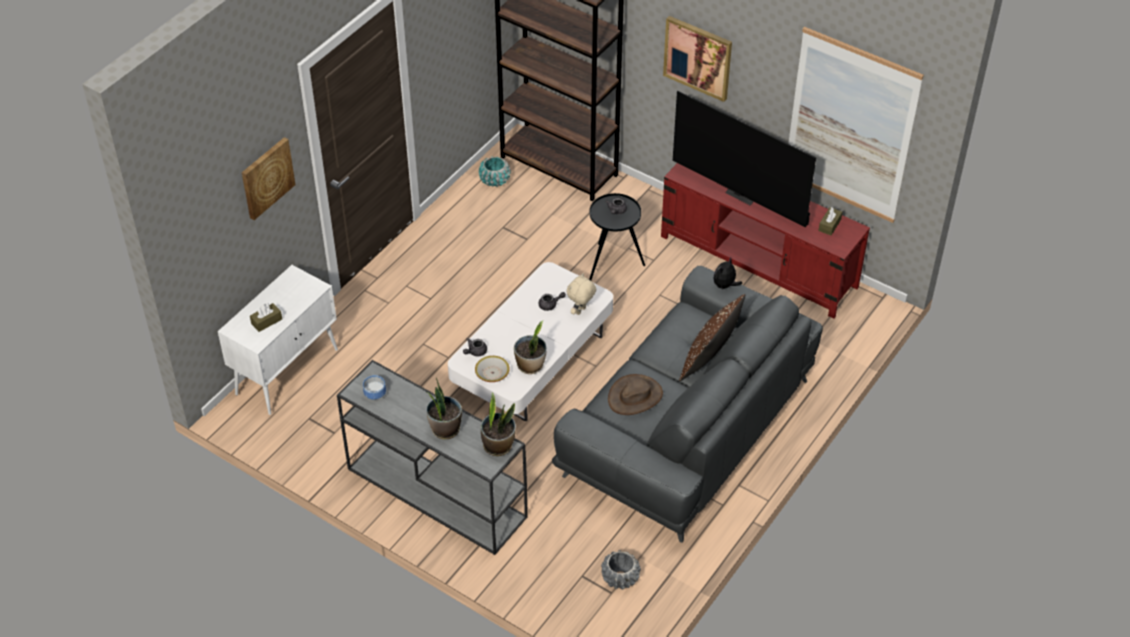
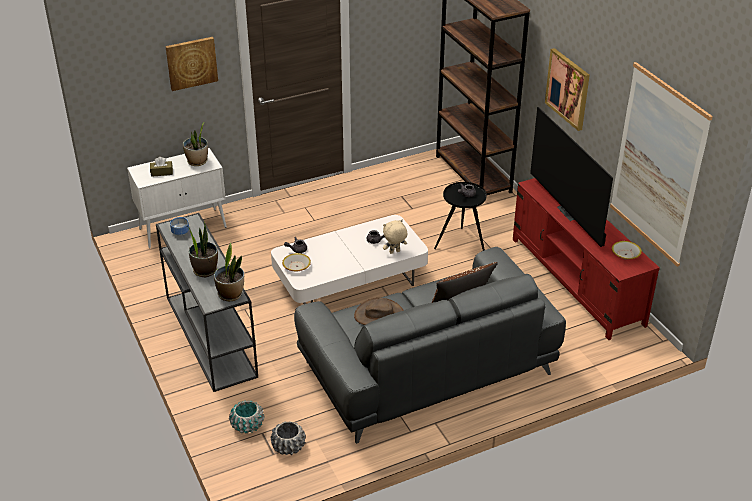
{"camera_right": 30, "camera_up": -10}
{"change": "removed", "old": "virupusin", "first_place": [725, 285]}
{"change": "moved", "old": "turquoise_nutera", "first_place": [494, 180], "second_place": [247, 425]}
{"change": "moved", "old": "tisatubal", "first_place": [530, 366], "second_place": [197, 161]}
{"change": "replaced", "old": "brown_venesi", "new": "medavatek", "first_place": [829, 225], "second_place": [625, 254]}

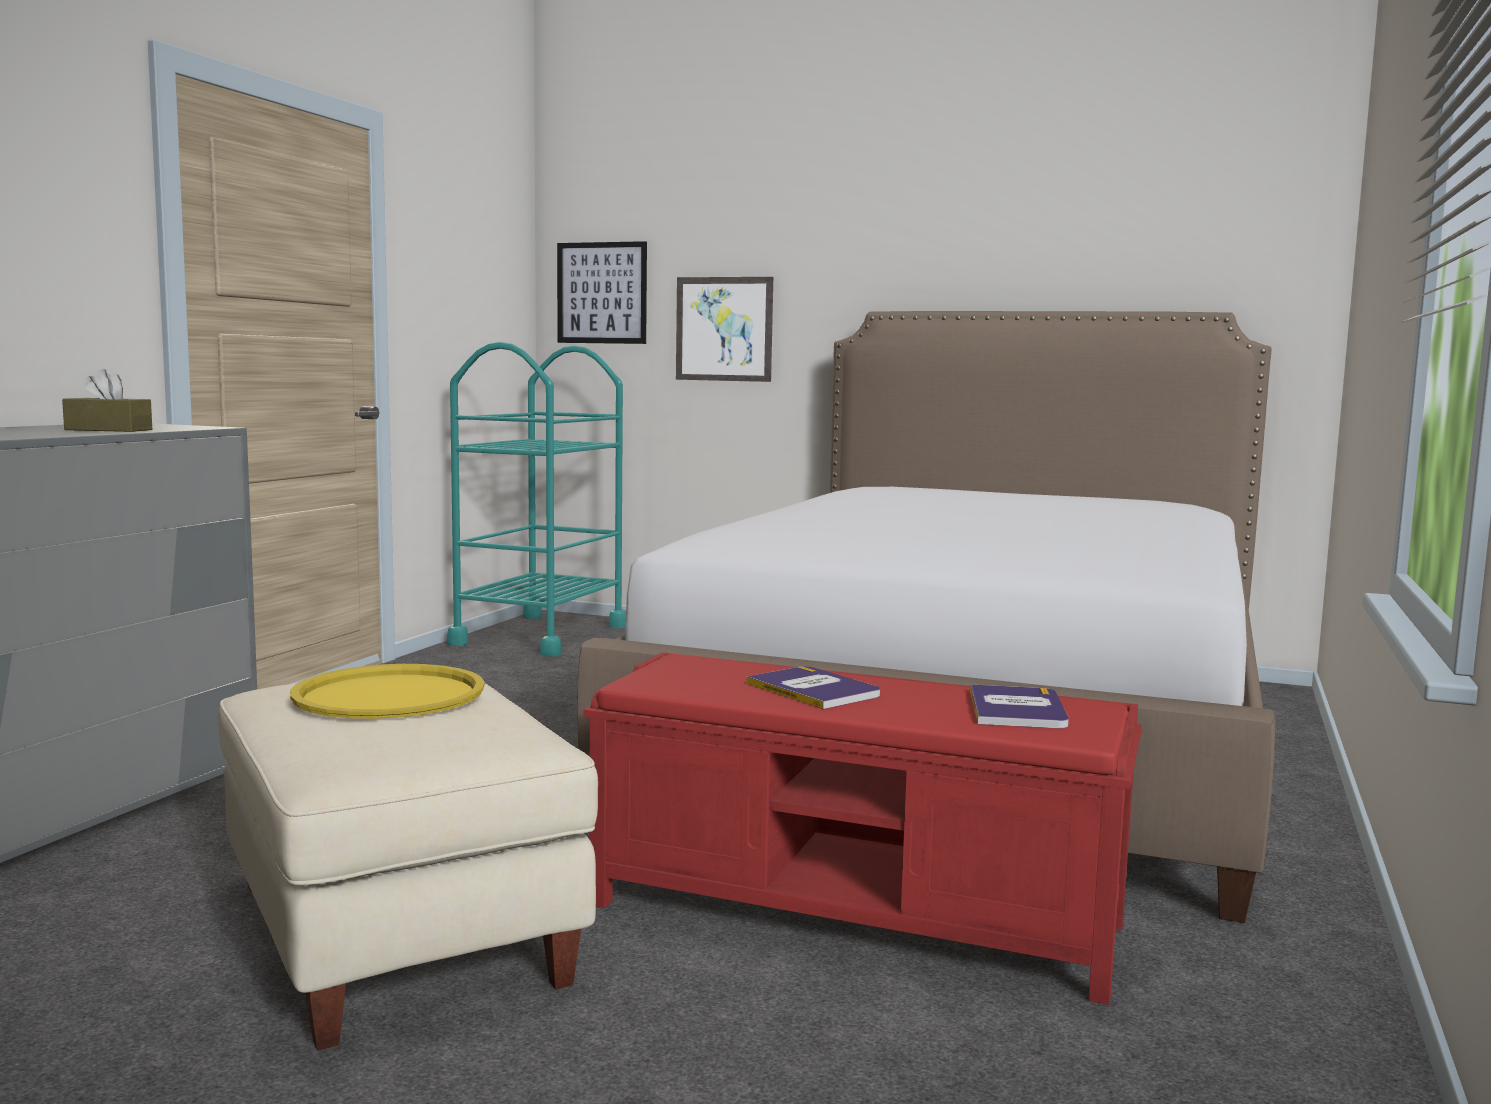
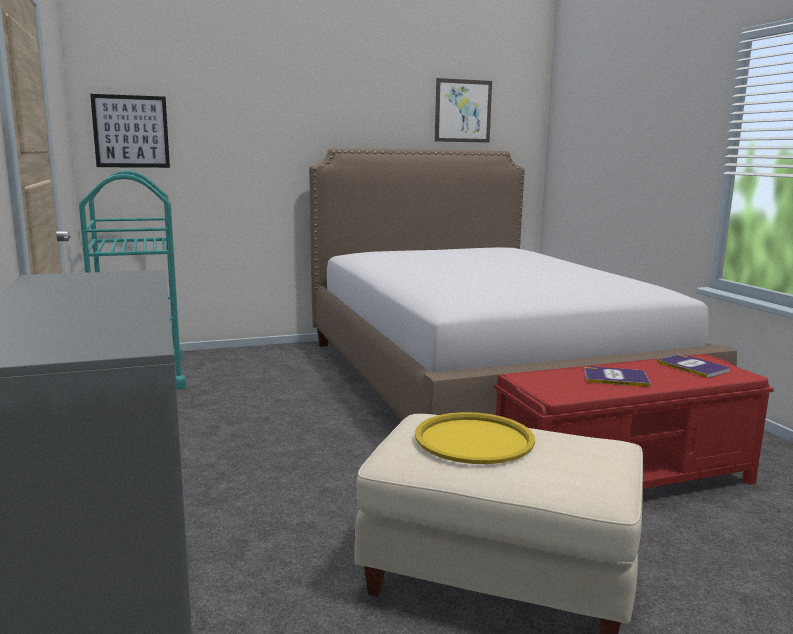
{"camera_right": -40, "camera_up": 5}
{"change": "removed", "old": "brown_venesi", "first_place": [108, 430]}
{"change": "moved", "old": "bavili", "first_place": [724, 329], "second_place": [463, 111]}

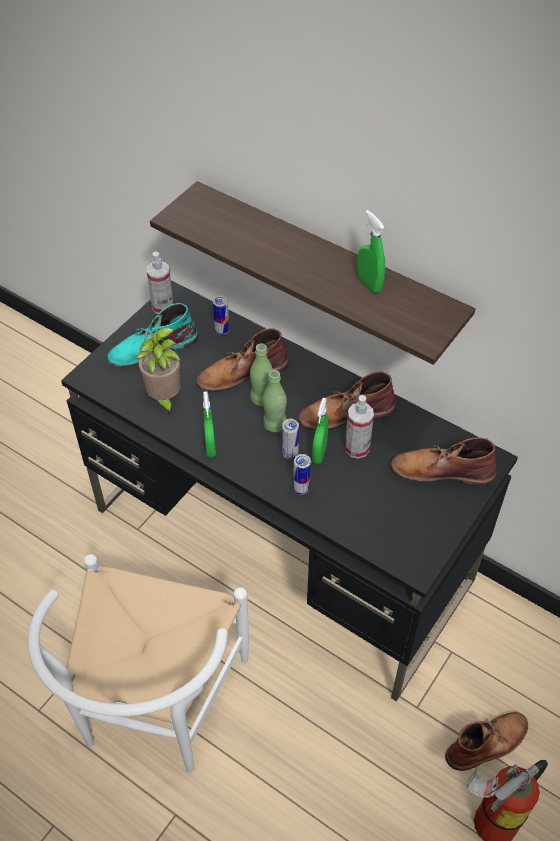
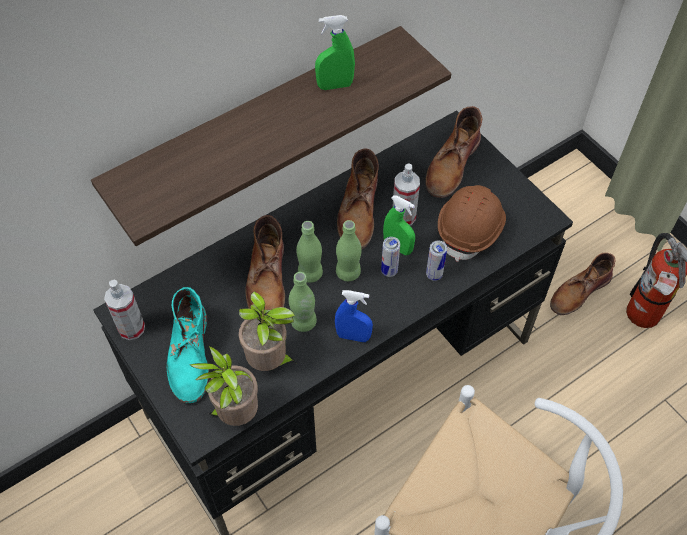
{"camera_right": -70, "camera_up": 5}
{"change": "removed", "old": "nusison", "first_place": [222, 331]}
{"change": "added", "new": "tisatubal", "second_place": [235, 413]}
{"change": "added", "new": "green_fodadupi", "second_place": [303, 322]}
{"change": "added", "new": "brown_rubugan", "second_place": [471, 229]}
{"change": "recoloured", "old": "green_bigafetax", "new": "blue_bigafetax", "first_place": [210, 447], "second_place": [353, 336]}
{"change": "turned", "old": "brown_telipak", "first_place": [488, 742], "second_place": [579, 291], "degrees": -120}

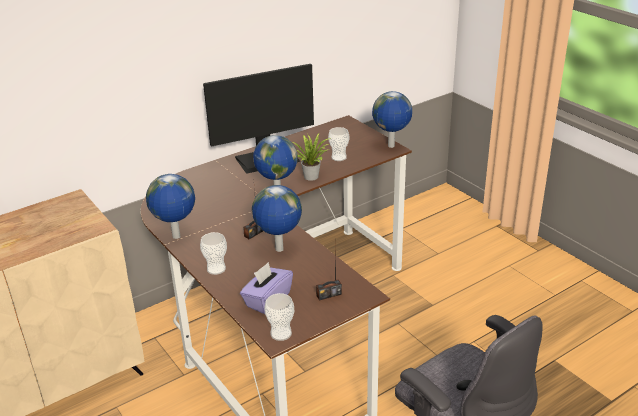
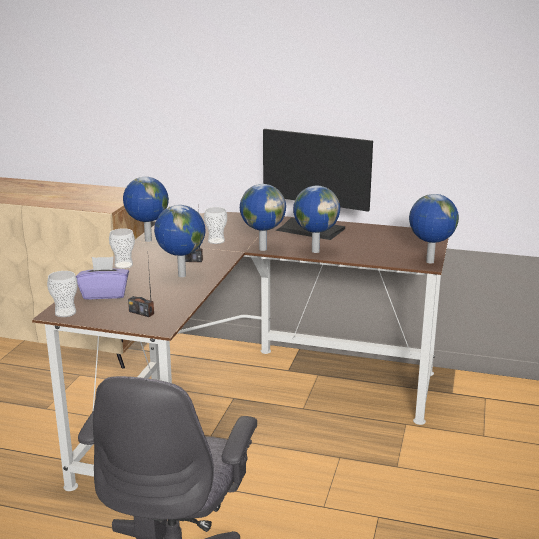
{"camera_right": 50, "camera_up": -10}
{"change": "moved", "old": "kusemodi", "first_place": [339, 157], "second_place": [216, 241]}
{"change": "replaced", "old": "tisatubal", "new": "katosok", "first_place": [312, 176], "second_place": [315, 251]}

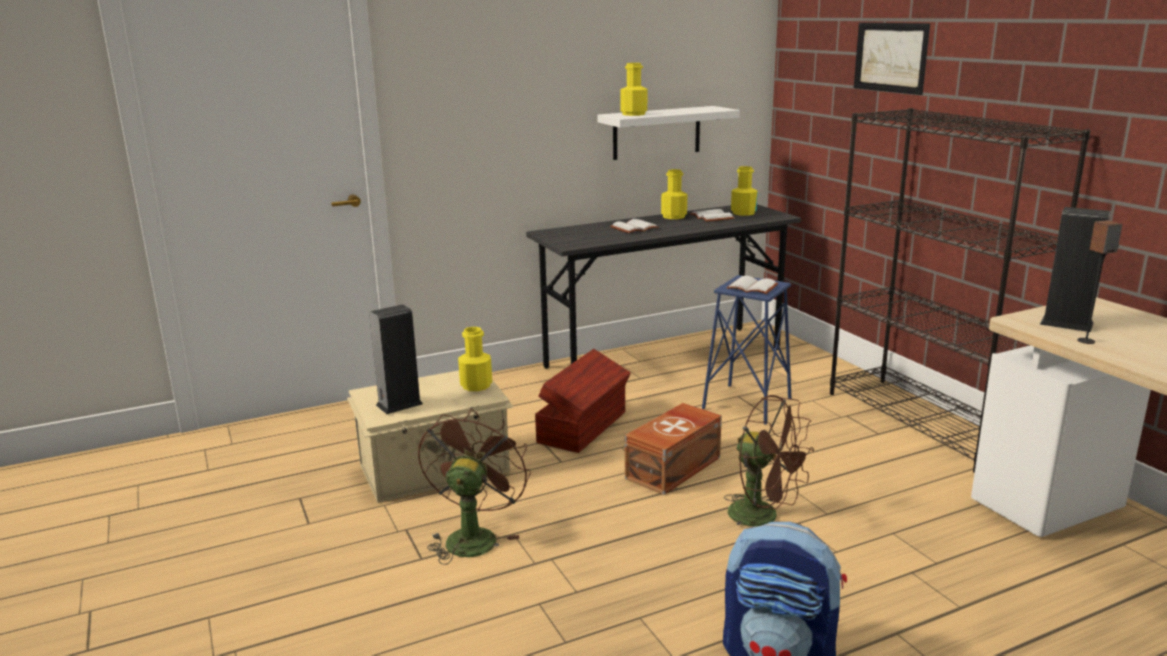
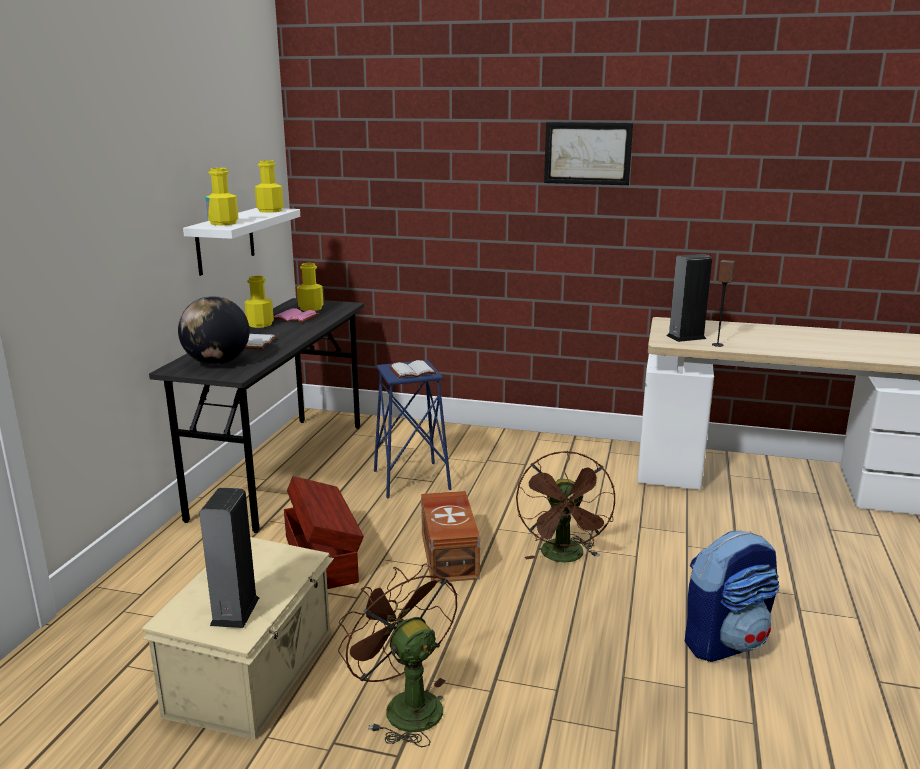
{"camera_right": -50, "camera_up": 0}
{"change": "removed", "old": "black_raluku", "first_place": [925, 422]}
{"change": "added", "new": "katosok", "second_place": [217, 363]}
{"change": "moved", "old": "yellow_fodadupi", "first_place": [476, 385], "second_place": [270, 211]}
{"change": "moved", "old": "bavili", "first_place": [890, 57], "second_place": [587, 153]}
{"change": "recoloured", "old": "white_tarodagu", "new": "pink_tarodagu", "first_place": [710, 217], "second_place": [294, 318]}
{"change": "turned", "old": "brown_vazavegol", "first_place": [764, 517], "second_place": [564, 557], "degrees": 105}

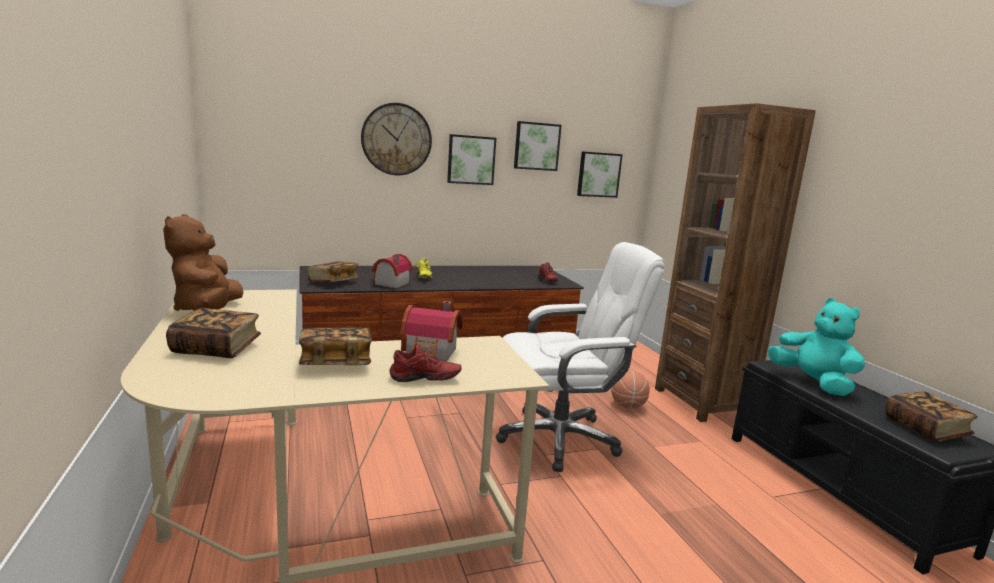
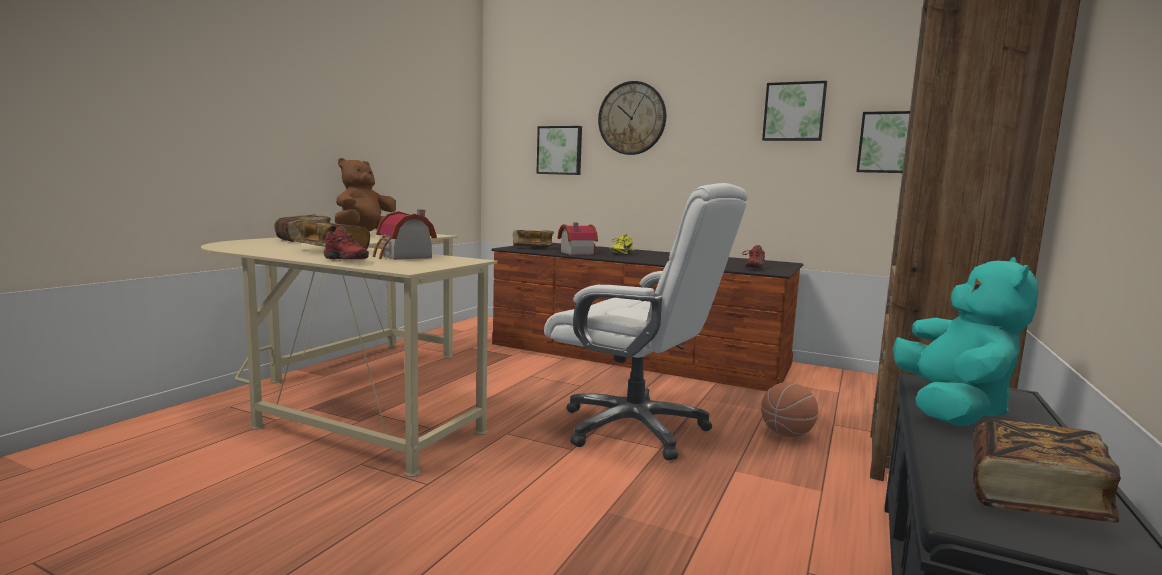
{"camera_right": 45, "camera_up": -5}
{"change": "moved", "old": "bavili", "first_place": [471, 160], "second_place": [560, 150]}

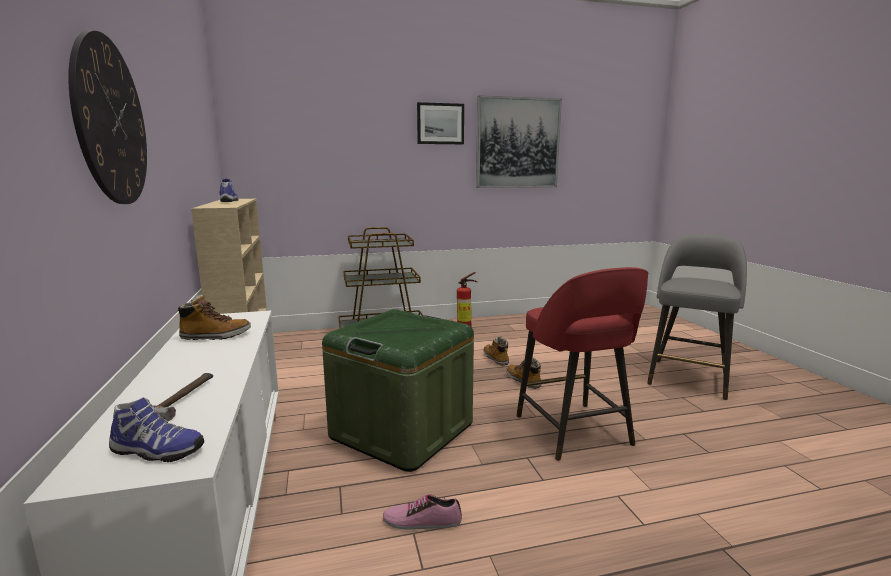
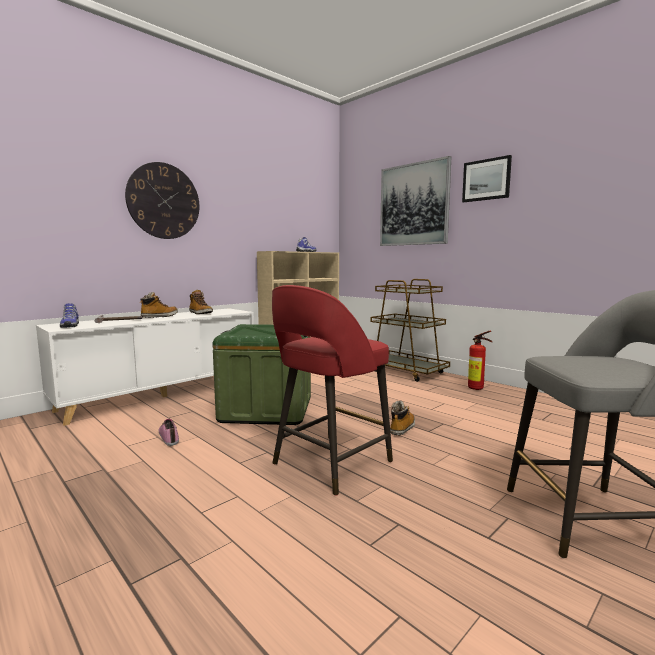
{"camera_right": 60, "camera_up": -5}
{"change": "moved", "old": "bavili", "first_place": [517, 143], "second_place": [414, 204]}
{"change": "moved", "old": "telipak", "first_place": [496, 359], "second_place": [159, 316]}

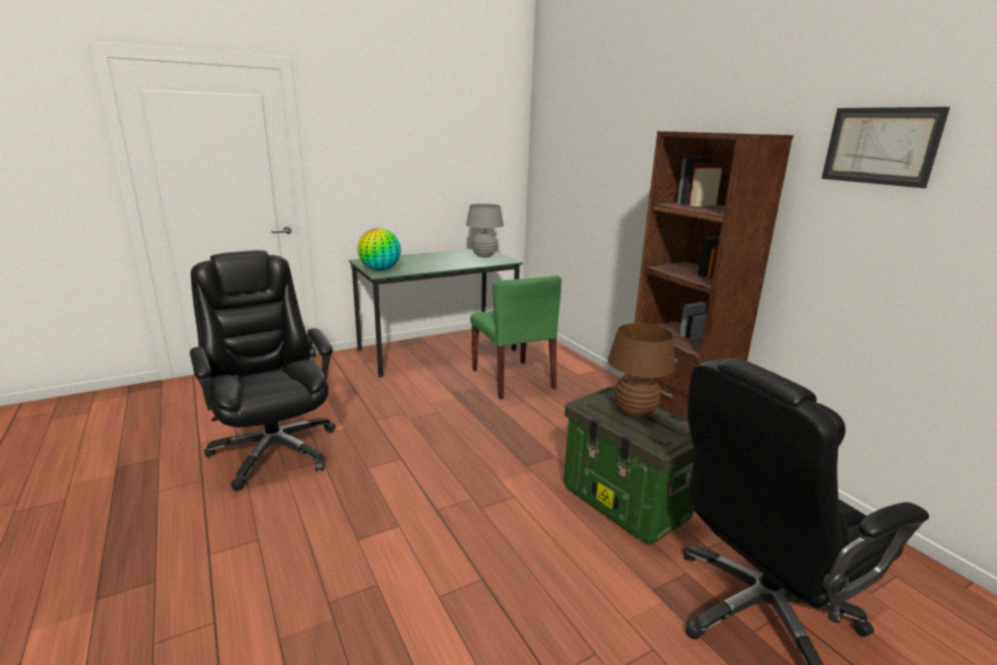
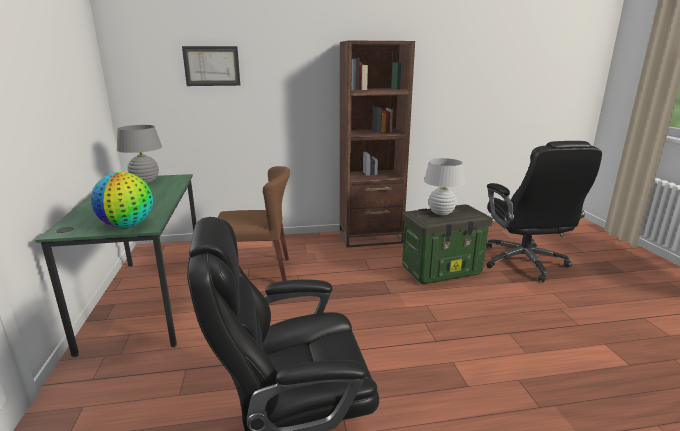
{"camera_right": -70, "camera_up": 0}
{"change": "moved", "old": "bavili", "first_place": [880, 146], "second_place": [212, 66]}
{"change": "recoloured", "old": "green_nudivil", "new": "brown_nudivil", "first_place": [513, 379], "second_place": [256, 272]}
{"change": "recoloured", "old": "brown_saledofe", "new": "white_saledofe", "first_place": [635, 411], "second_place": [441, 212]}

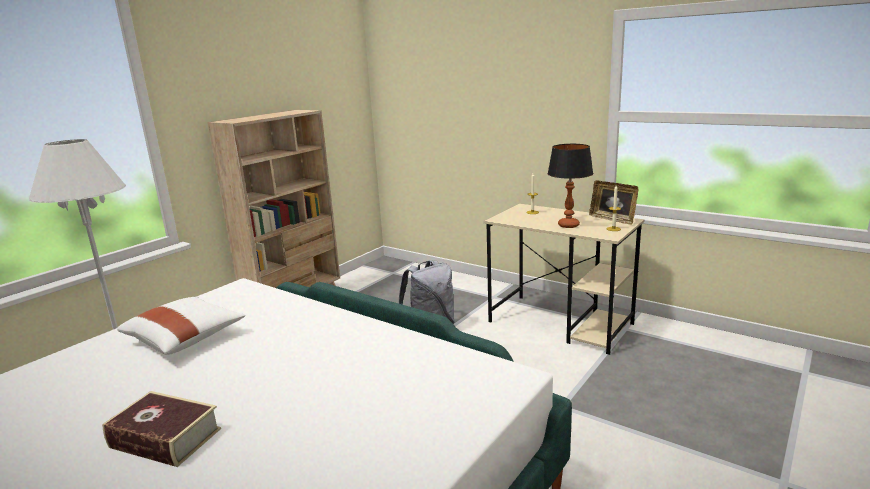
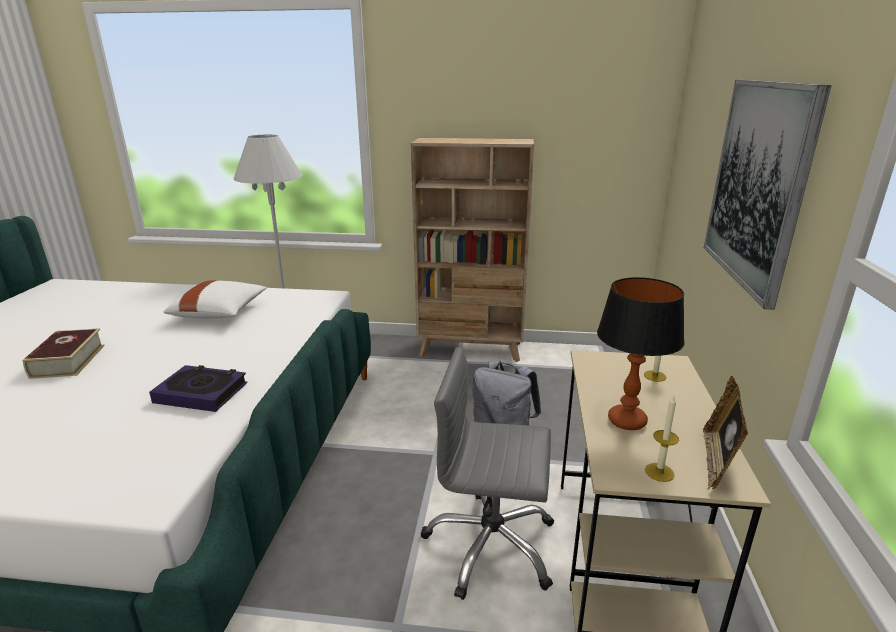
{"camera_right": 60, "camera_up": 5}
{"change": "added", "new": "tarodagu", "second_place": [201, 393]}
{"change": "added", "new": "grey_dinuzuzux", "second_place": [491, 545]}
{"change": "added", "new": "bavili", "second_place": [758, 184]}

